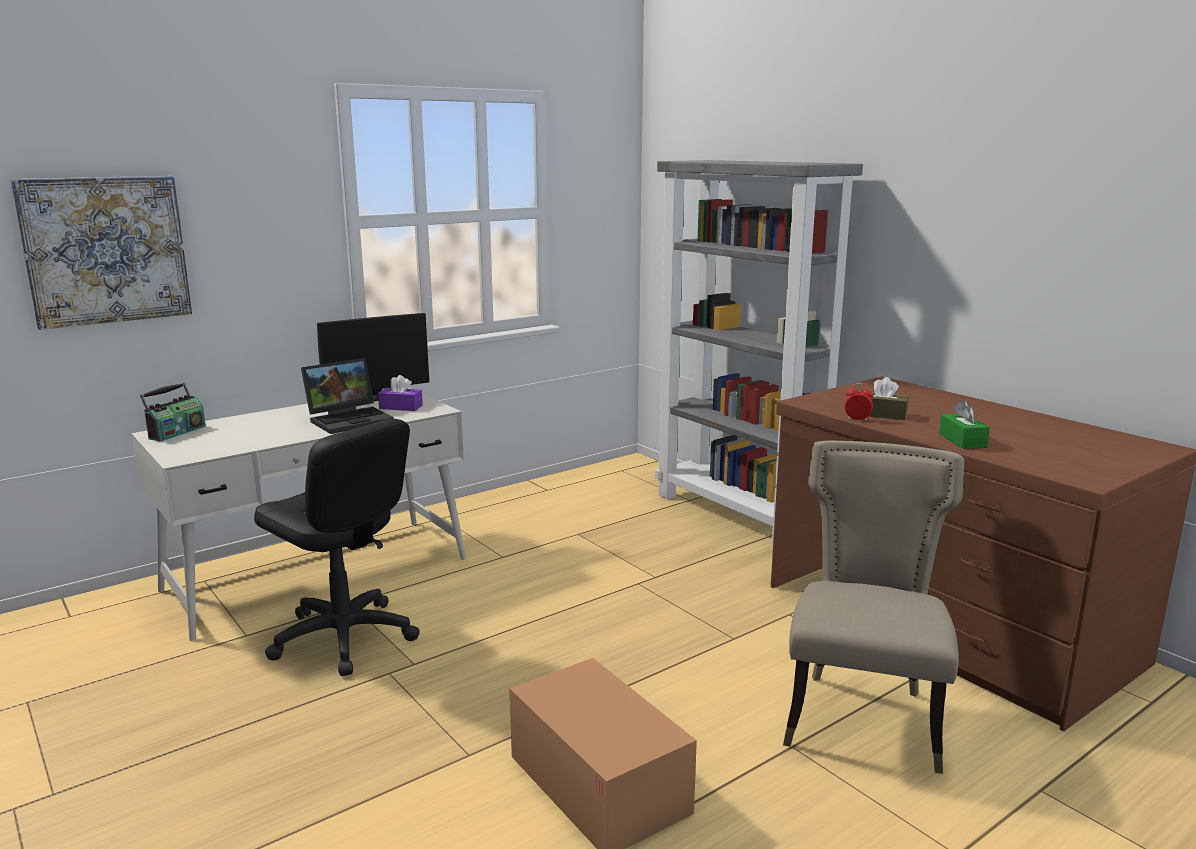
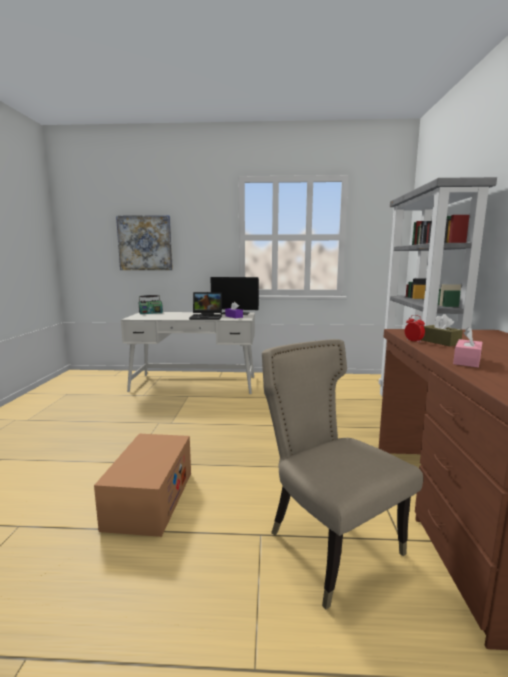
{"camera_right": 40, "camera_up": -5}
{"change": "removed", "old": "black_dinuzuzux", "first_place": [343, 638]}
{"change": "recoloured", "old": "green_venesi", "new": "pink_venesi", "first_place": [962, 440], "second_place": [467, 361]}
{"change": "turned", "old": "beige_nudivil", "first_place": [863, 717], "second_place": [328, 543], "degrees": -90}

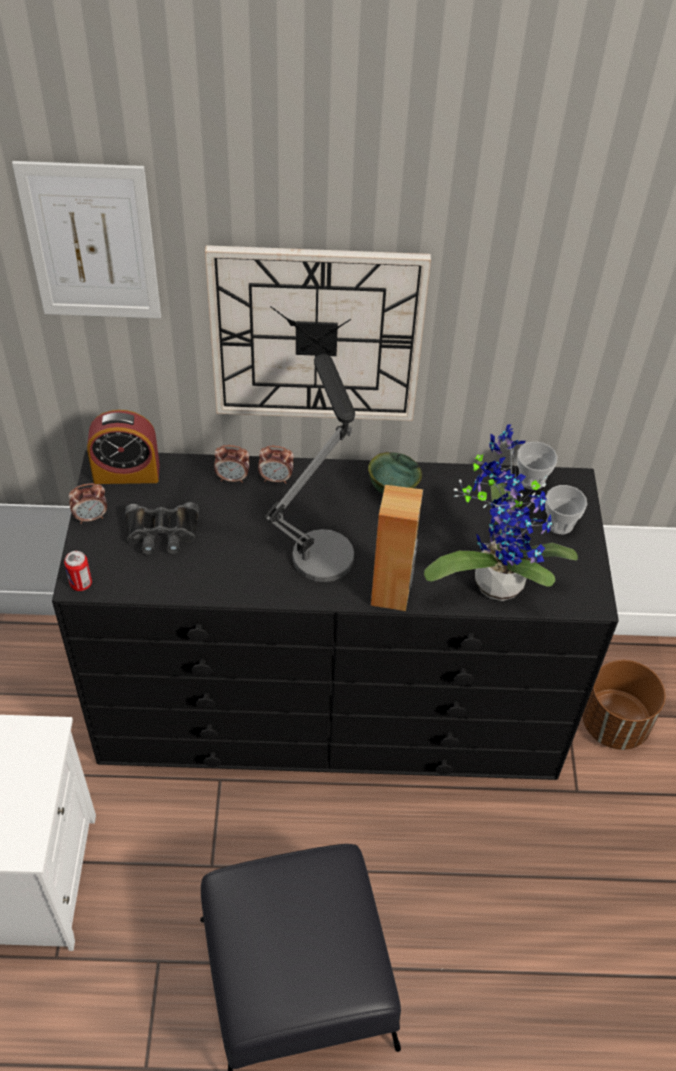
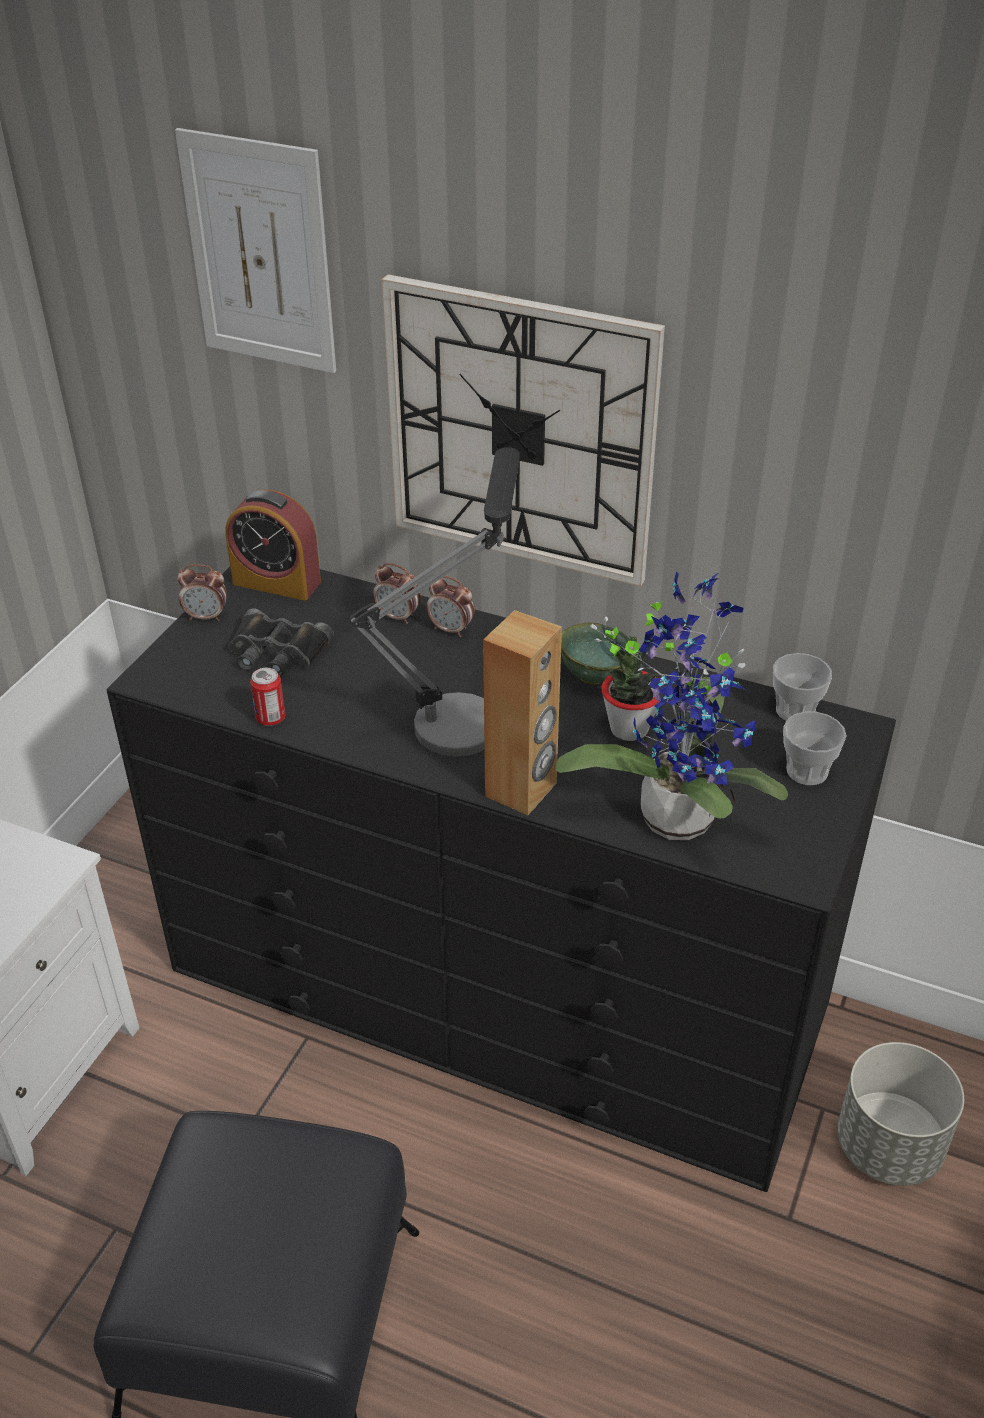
{"camera_right": 25, "camera_up": -10}
{"change": "added", "new": "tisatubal", "second_place": [629, 729]}
{"change": "moved", "old": "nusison", "first_place": [81, 583], "second_place": [270, 718]}
{"change": "recoloured", "old": "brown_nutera", "new": "grey_nutera", "first_place": [615, 724], "second_place": [889, 1147]}

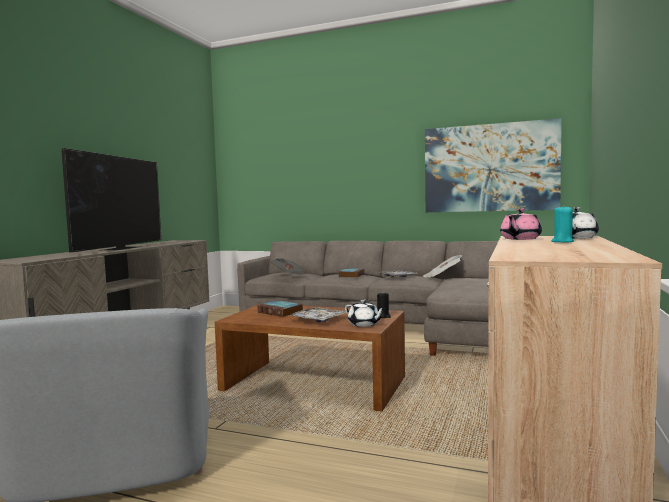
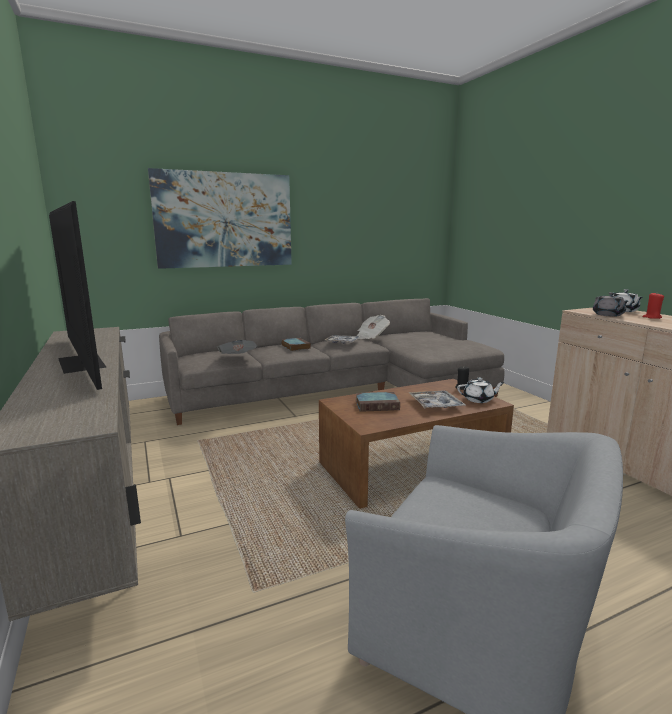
{"camera_right": -45, "camera_up": 10}
{"change": "moved", "old": "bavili", "first_place": [490, 168], "second_place": [225, 220]}
{"change": "recoloured", "old": "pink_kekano", "new": "grey_kekano", "first_place": [520, 239], "second_place": [608, 315]}
{"change": "recoloured", "old": "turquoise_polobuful", "new": "red_polobuful", "first_place": [562, 242], "second_place": [652, 317]}

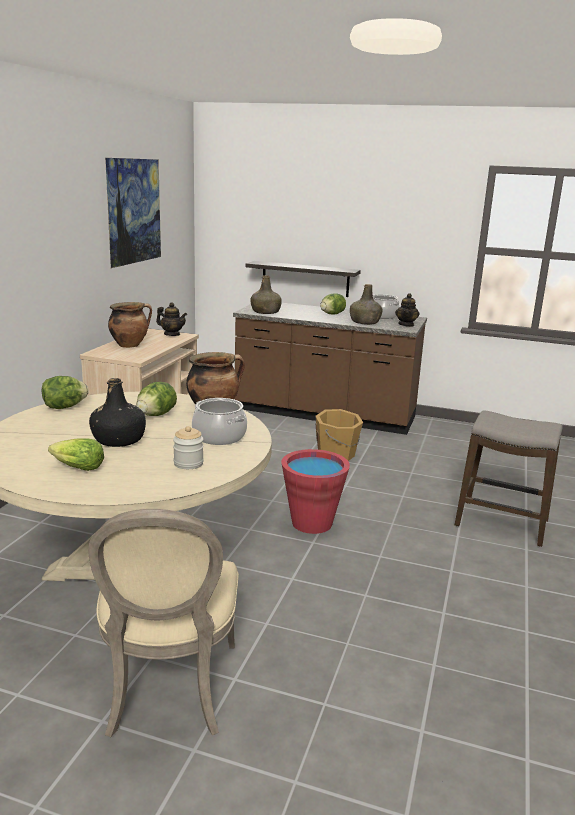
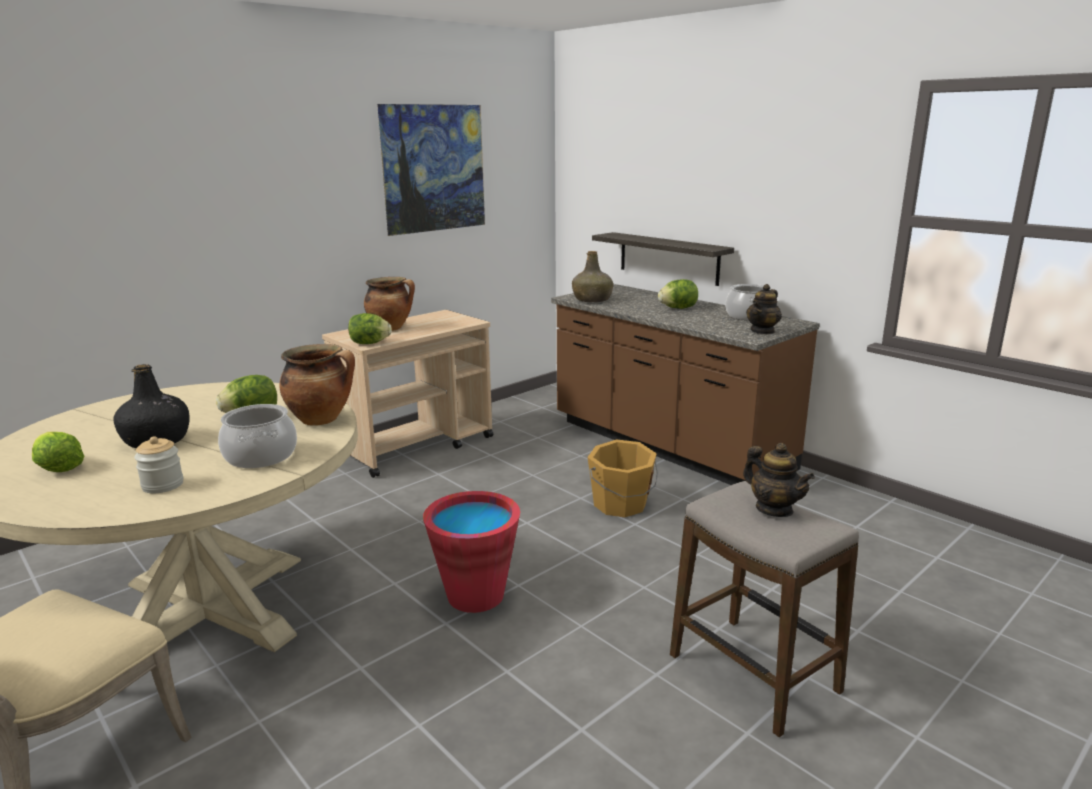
{"camera_right": 30, "camera_up": 0}
{"change": "removed", "old": "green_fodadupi", "first_place": [365, 322]}
{"change": "moved", "old": "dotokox", "first_place": [64, 407], "second_place": [369, 343]}
{"change": "moved", "old": "kekano", "first_place": [172, 334], "second_place": [774, 509]}

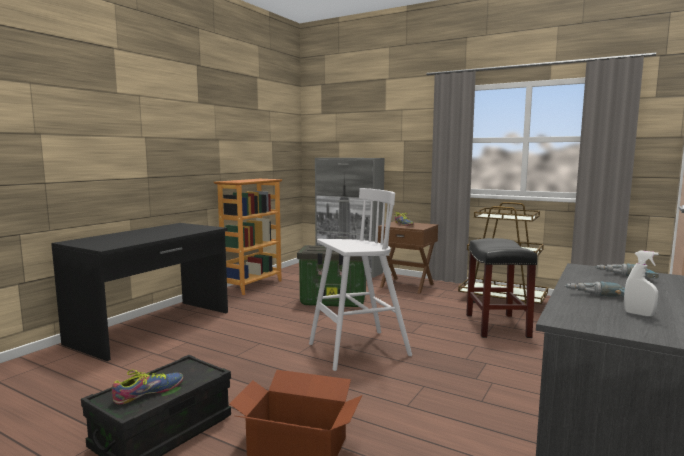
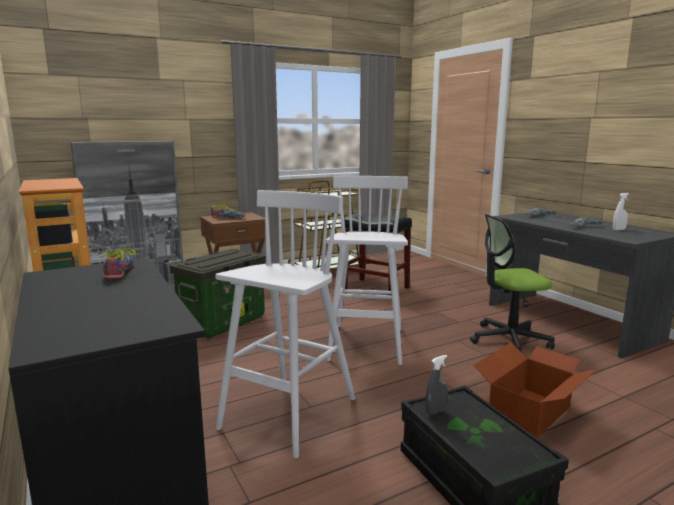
{"camera_right": -60, "camera_up": 5}
{"change": "added", "new": "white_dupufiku", "second_place": [287, 415]}
{"change": "added", "new": "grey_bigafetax", "second_place": [436, 411]}
{"change": "added", "new": "dinuzuzux", "second_place": [509, 340]}
{"change": "moved", "old": "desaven", "first_place": [148, 392], "second_place": [119, 271]}

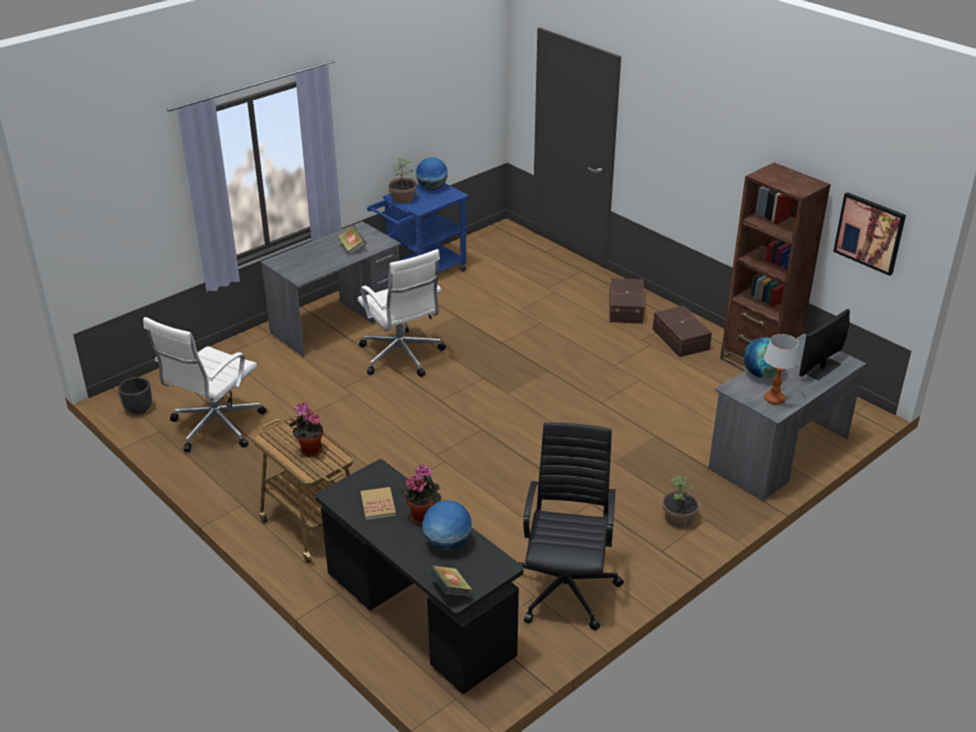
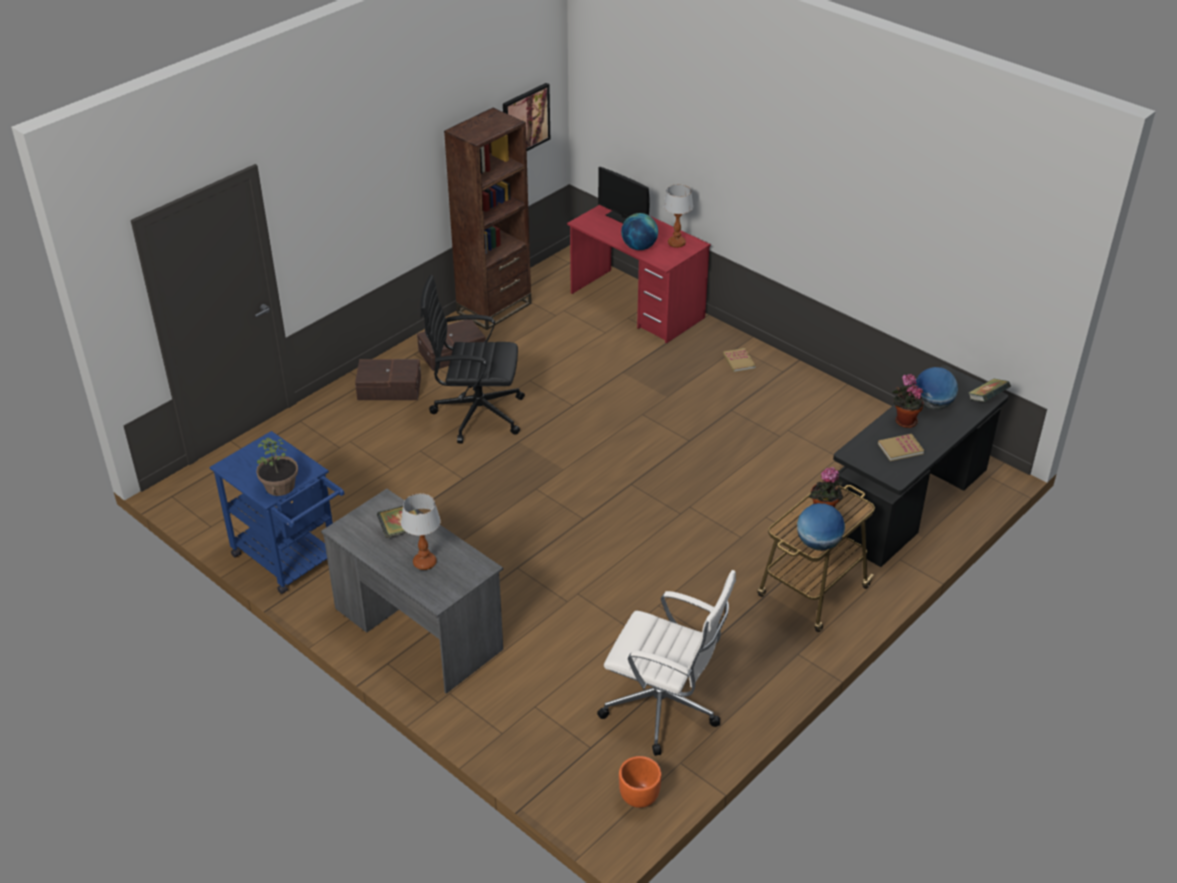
{"camera_right": -95, "camera_up": 5}
{"change": "removed", "old": "white_dinuzuzux", "first_place": [402, 357]}
{"change": "added", "new": "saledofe", "second_place": [424, 562]}
{"change": "moved", "old": "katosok", "first_place": [432, 187], "second_place": [818, 543]}
{"change": "moved", "old": "black_dinuzuzux", "first_place": [566, 588], "second_place": [476, 413]}
{"change": "replaced", "old": "tisatubal", "new": "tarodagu", "first_place": [679, 518], "second_place": [738, 361]}
{"change": "recoloured", "old": "black_nutera", "new": "orange_nutera", "first_place": [138, 409], "second_place": [639, 798]}
{"change": "recoloured", "old": "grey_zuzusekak", "new": "red_zuzusekak", "first_place": [778, 453], "second_place": [637, 306]}

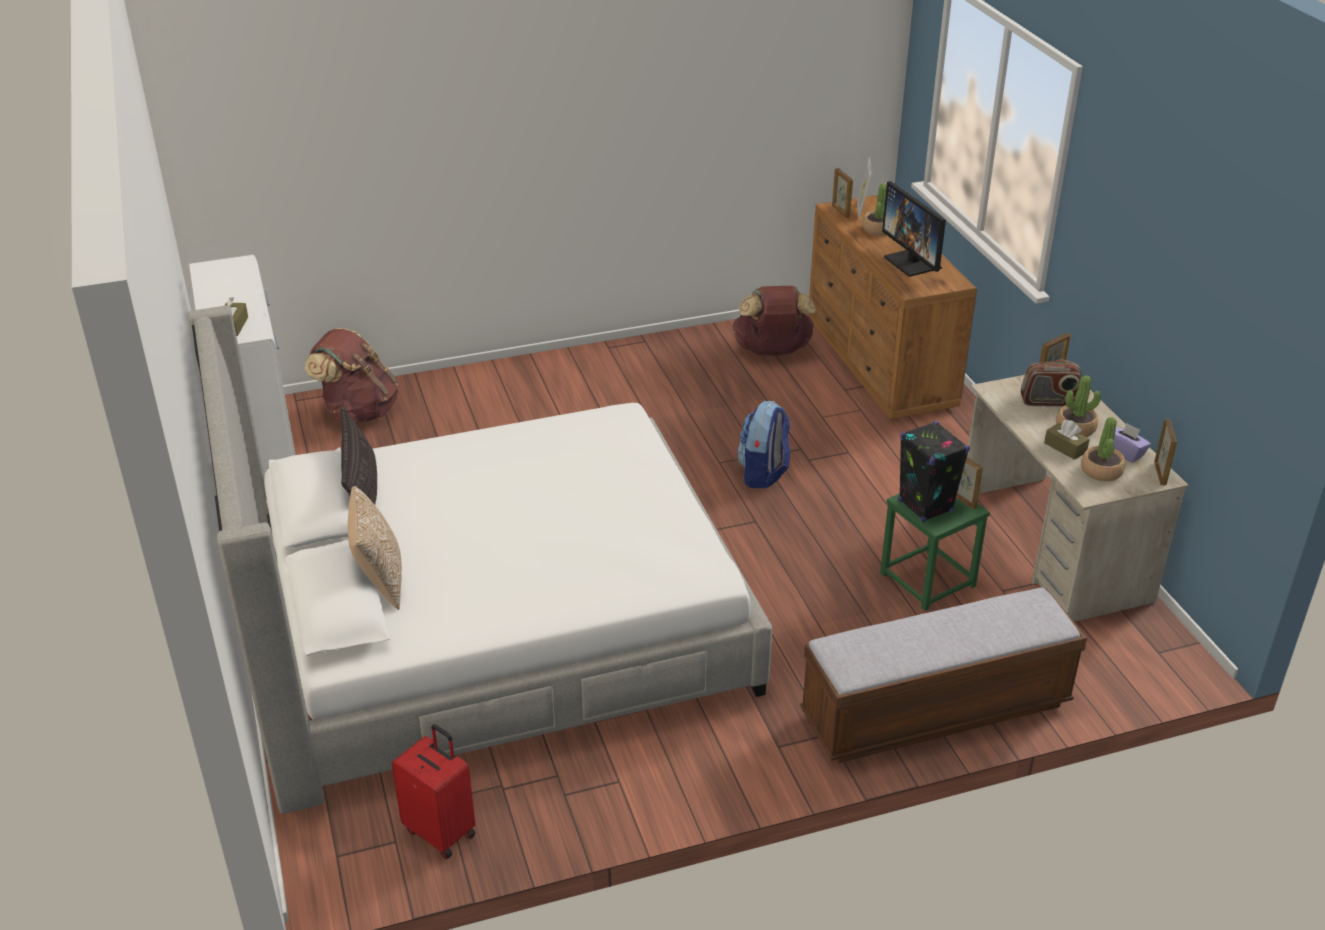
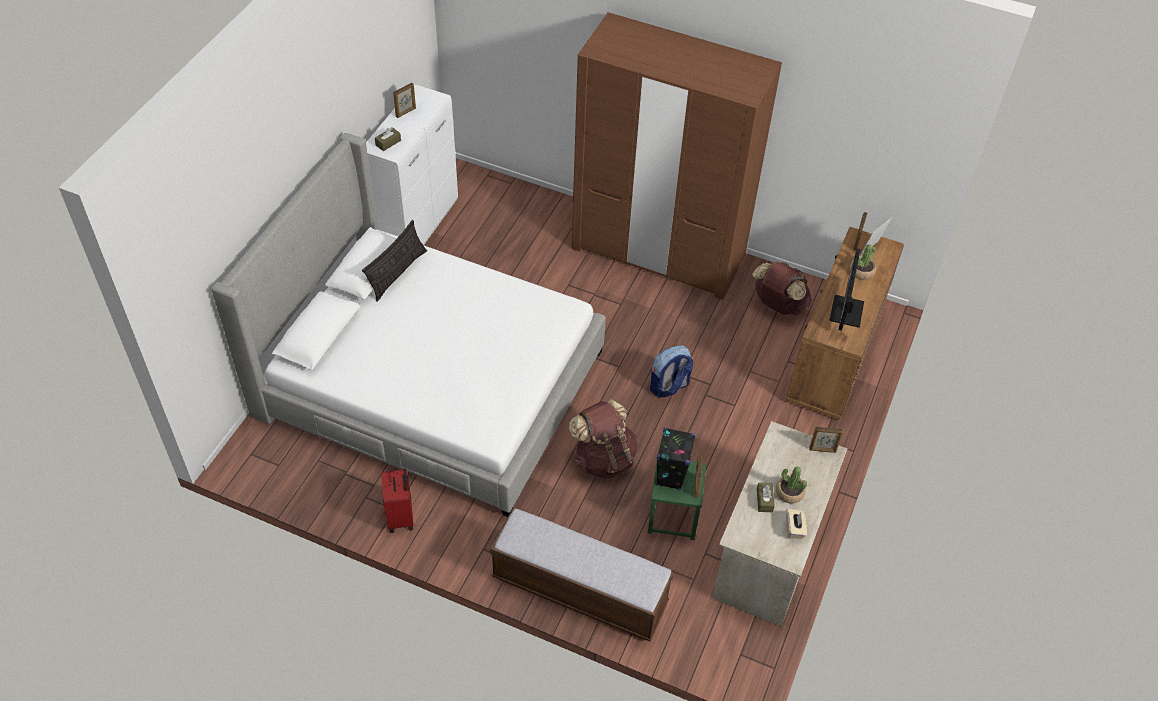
{"camera_right": 40, "camera_up": 15}
{"change": "removed", "old": "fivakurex", "first_place": [380, 581]}
{"change": "removed", "old": "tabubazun", "first_place": [1049, 401]}
{"change": "removed", "old": "tisatubal", "first_place": [1101, 471]}
{"change": "added", "new": "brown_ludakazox", "second_place": [658, 252]}
{"change": "moved", "old": "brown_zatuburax", "first_place": [358, 411], "second_place": [604, 458]}
{"change": "moved", "old": "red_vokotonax", "first_place": [441, 831], "second_place": [401, 517]}
{"change": "moved", "old": "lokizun", "first_place": [1160, 473], "second_place": [406, 112]}
{"change": "recoloured", "old": "purple_venesi", "new": "beige_venesi", "first_place": [1125, 452], "second_place": [794, 529]}

